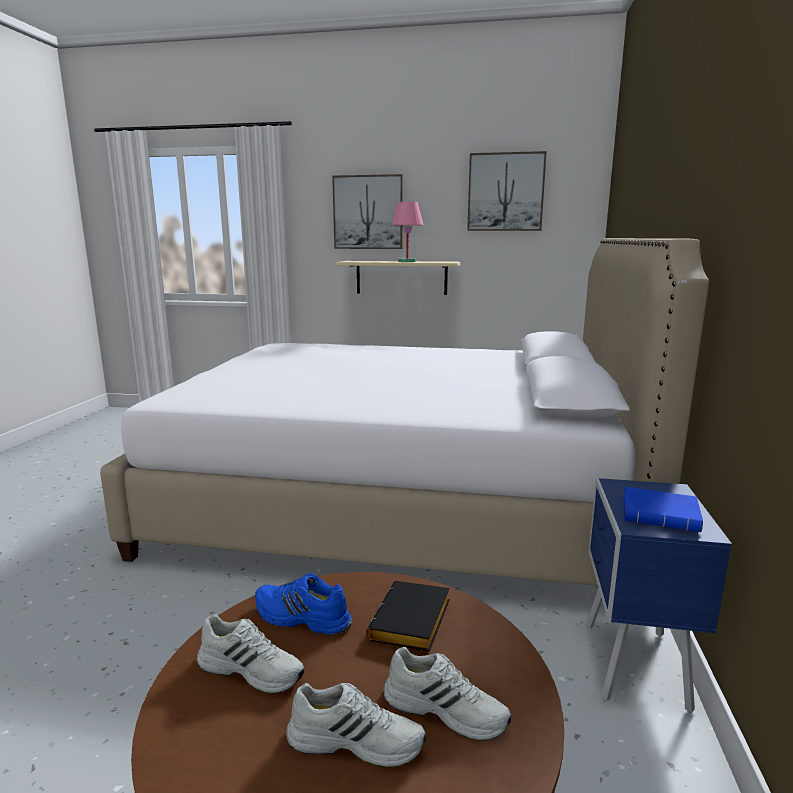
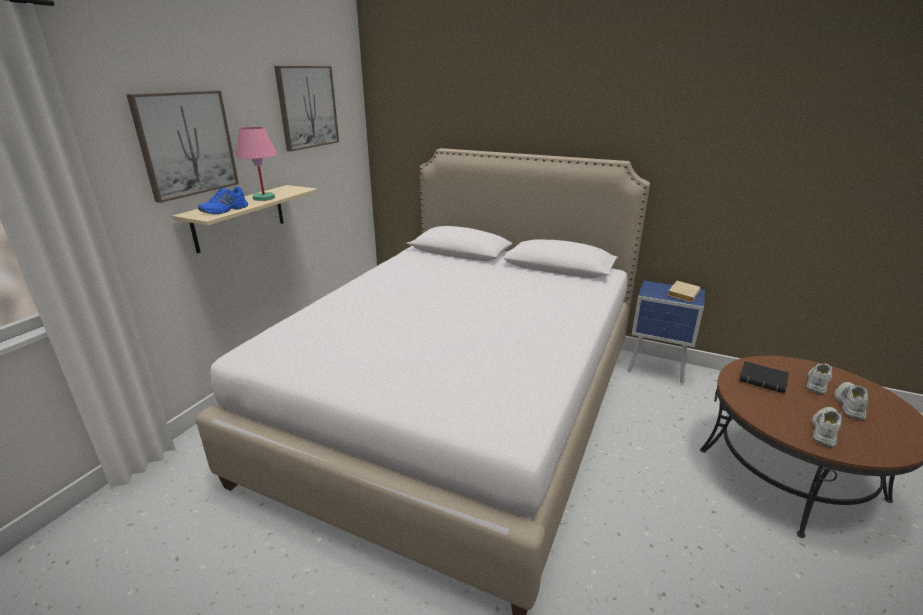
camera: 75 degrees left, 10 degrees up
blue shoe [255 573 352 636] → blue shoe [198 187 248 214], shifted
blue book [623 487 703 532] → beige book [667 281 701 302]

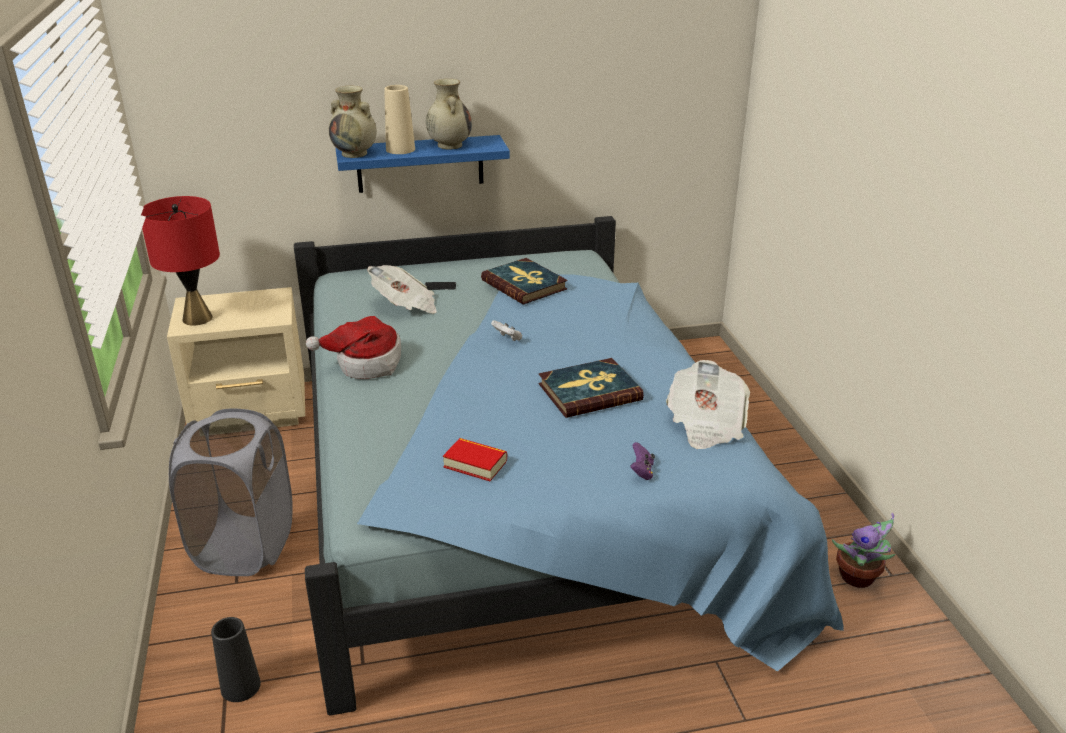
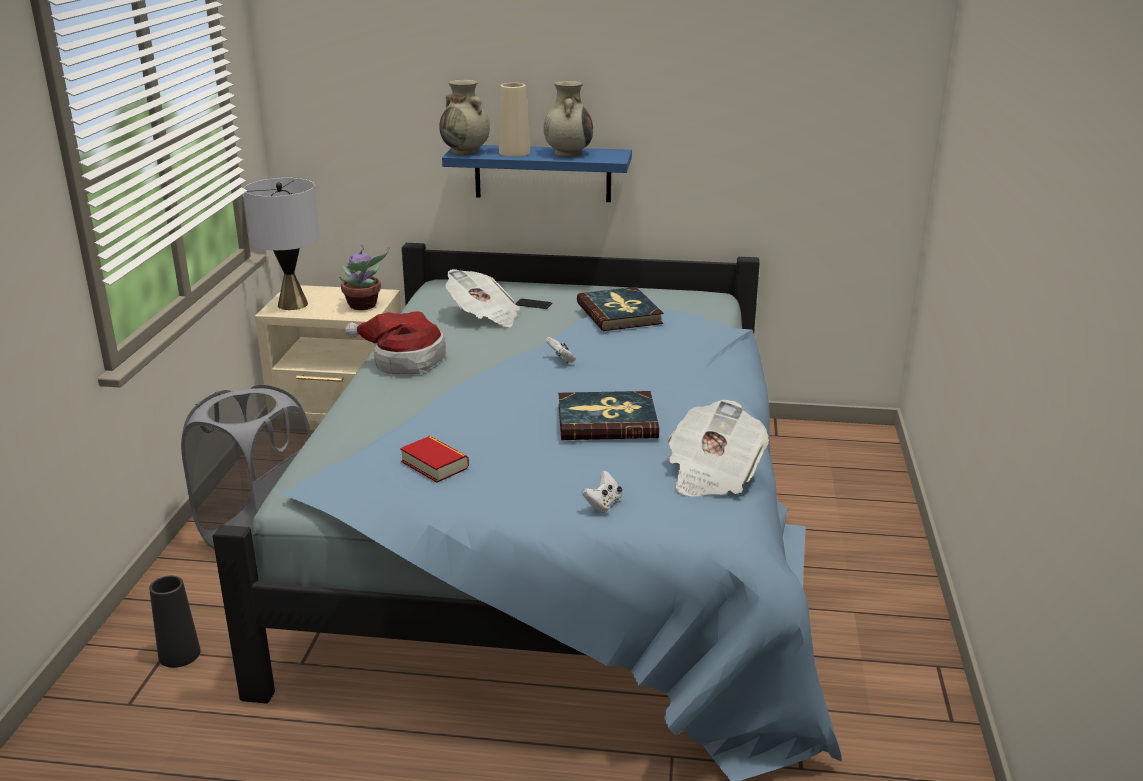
camera: 20 degrees right, 5 degrees down
potted plant [832 513 895 588] → potted plant [339 245 390 310], shifted
red table lamp [141 196 220 326] → grey table lamp [243 178 320 310]
purple game controller [630 442 655 480] → white game controller [582 470 622 513]

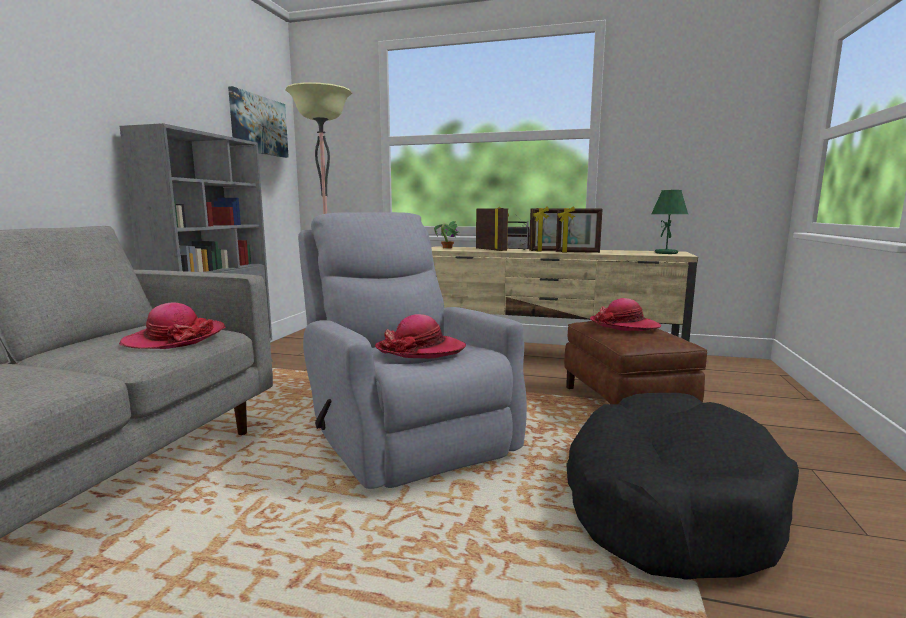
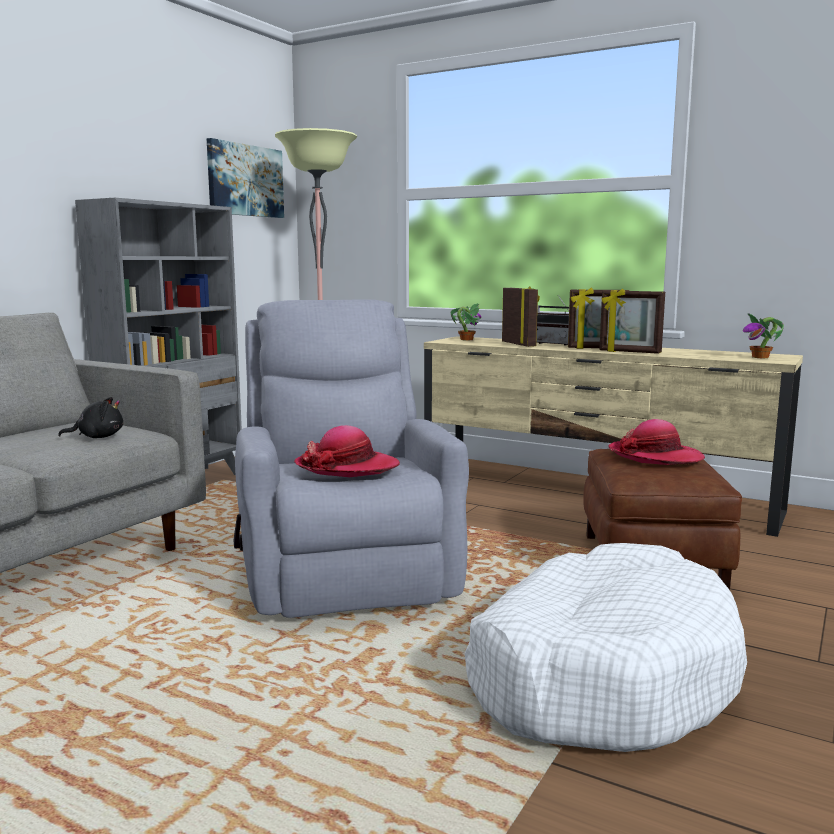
camera: 15 degrees right, 0 degrees up
hat [119 303 226 349] → black plush toy [58 397 123 438]
green table lamp [651 190 688 254] → potted plant [743 313 784 358]
black dog bed [566 393 799 580] → white dog bed [465 543 747 752]

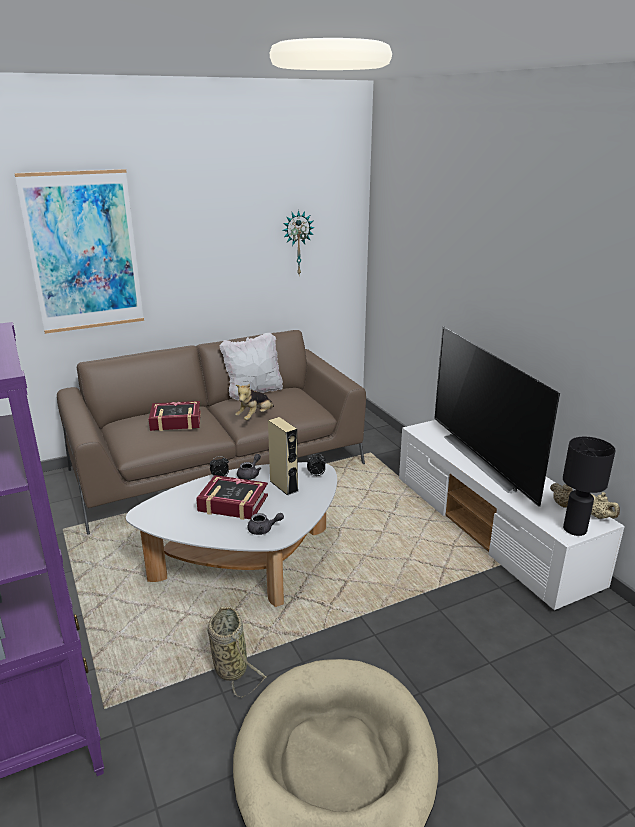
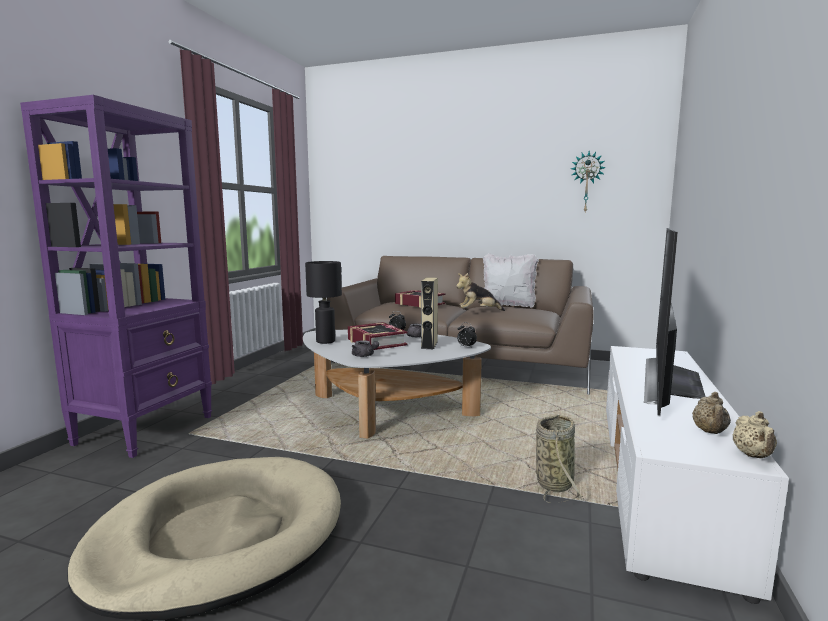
camera: 45 degrees right, 15 degrees down
picture [14 169 144 334] → -
basket [207 606 267 697] → basket [536 415 583 503], shifted
black table lamp [563 437 616 536] → black table lamp [305 261 342 344], shifted

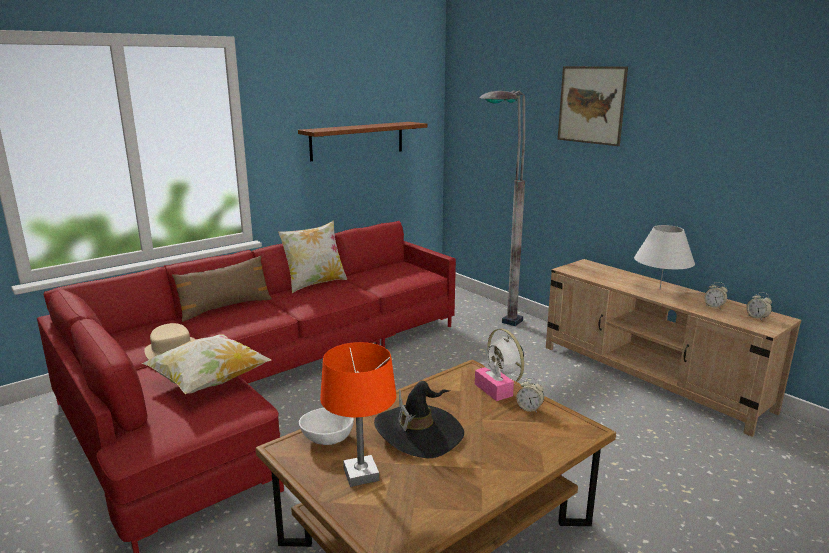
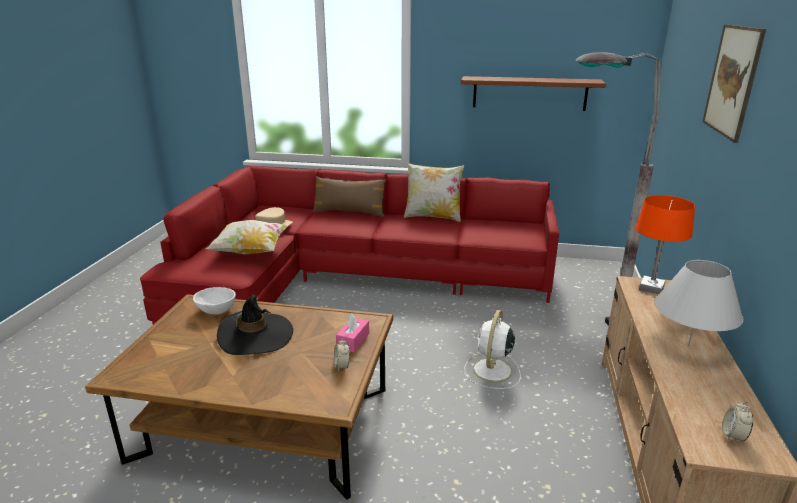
camera: 50 degrees right, 5 degrees up
alarm clock [704 282 728 309] → -
orange table lamp [320 342 396 487] → orange table lamp [636 195 695 294], shifted

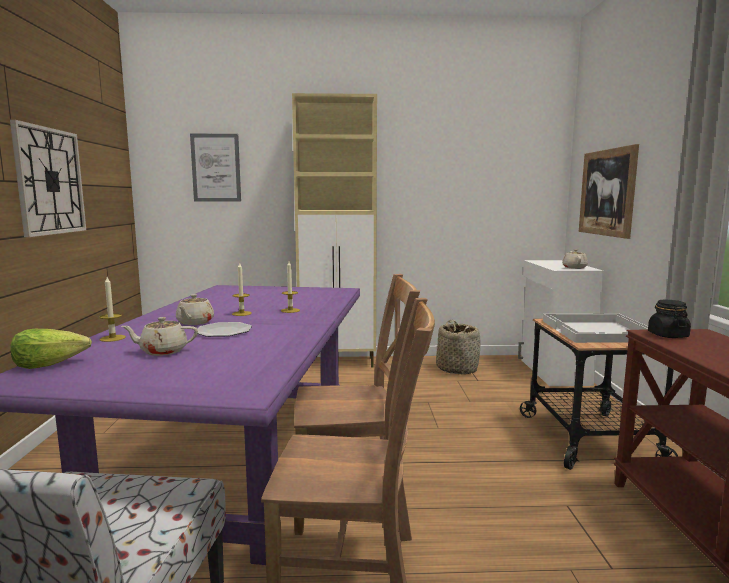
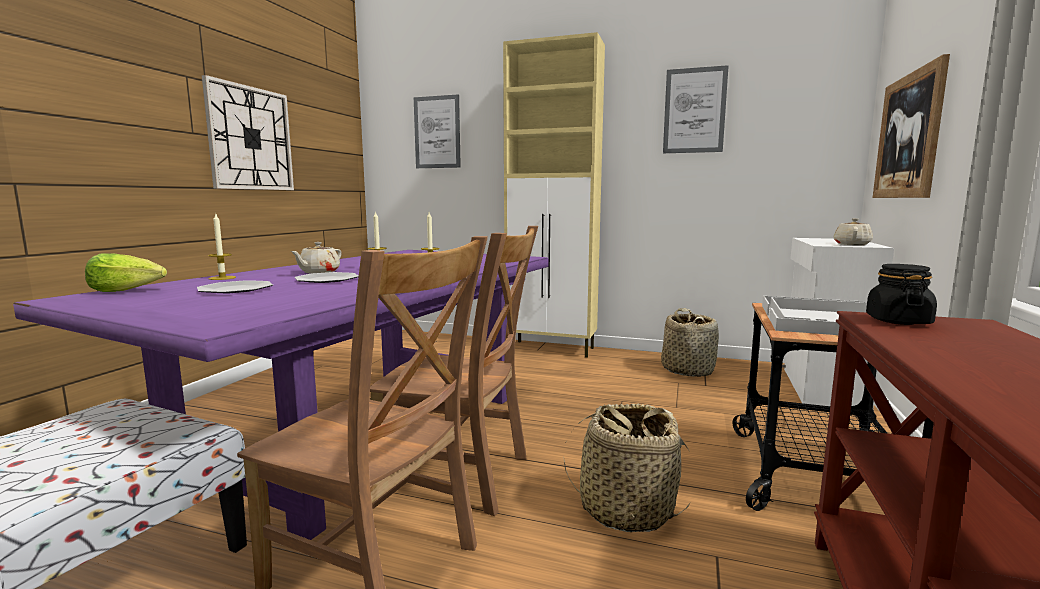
camera: 20 degrees right, 0 degrees up
- → basket [563 404 691 533]
- → picture [663 65 729 153]
beige teapot [121 317 198 356] → plate [197 280 273 293]

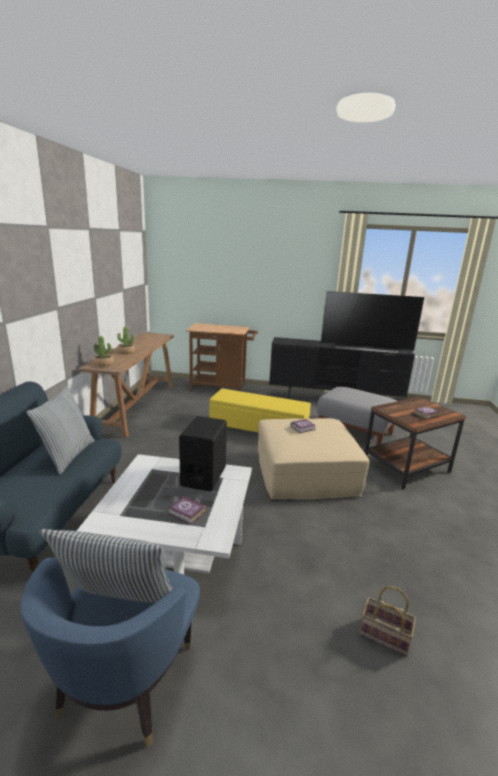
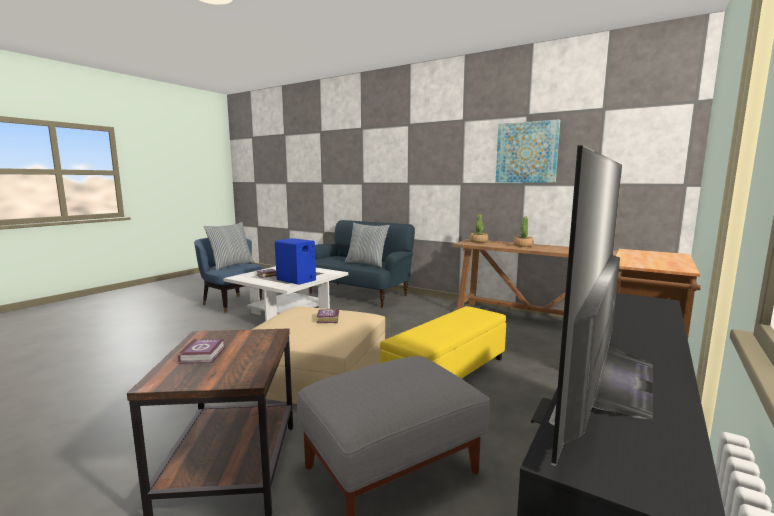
camera: 115 degrees right, 10 degrees down
basket [360 586 416 656] → -
- → picture [496 119 560 183]
black speaker [179 416 227 492] → blue speaker [275 238 316 285]

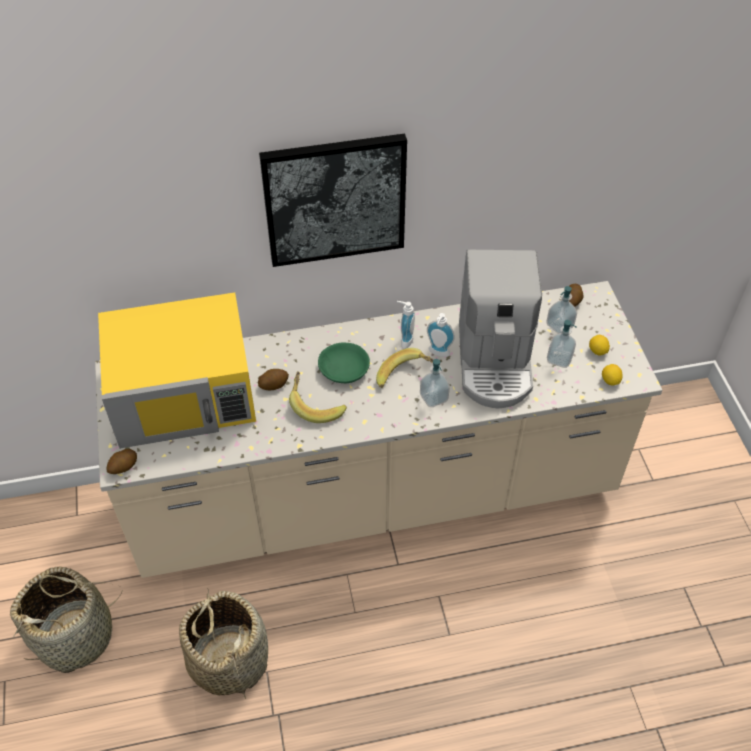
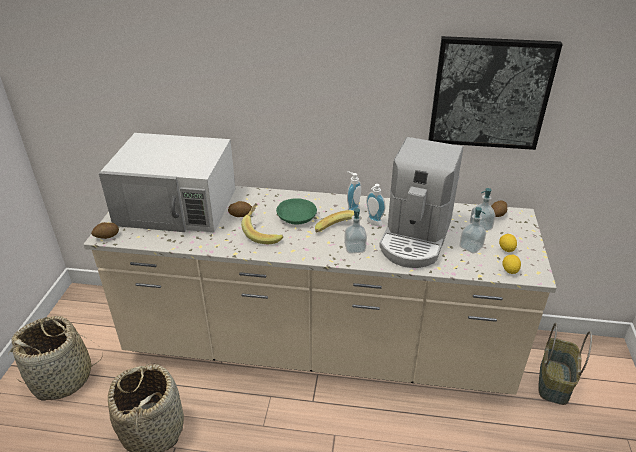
camera: 20 degrees right, 15 degrees down
- → basket [538 323 592 405]
picture [259 133 407 267] → picture [428 36 563 150], shifted
yellow microwave [98 292 256 449] → white microwave [99 133 235 232]

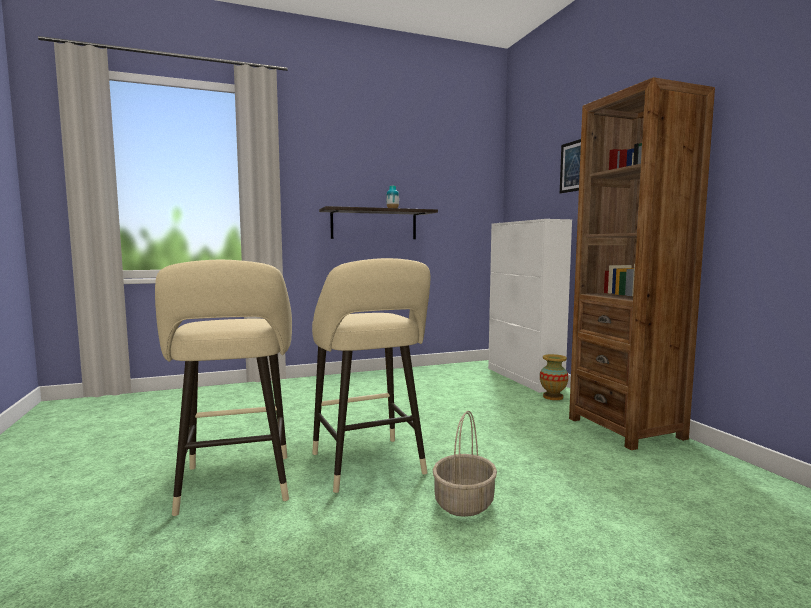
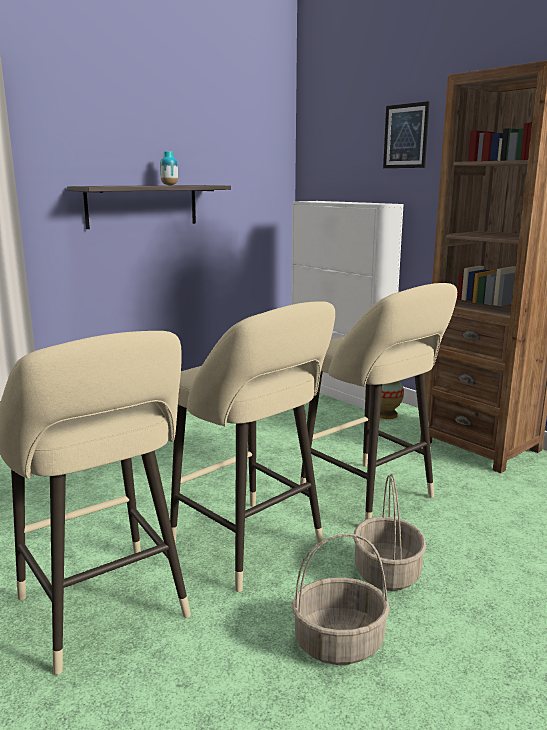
camera: 20 degrees left, 10 degrees up
- → basket [292 533 390 665]
- → beige stool [300 283 457 520]

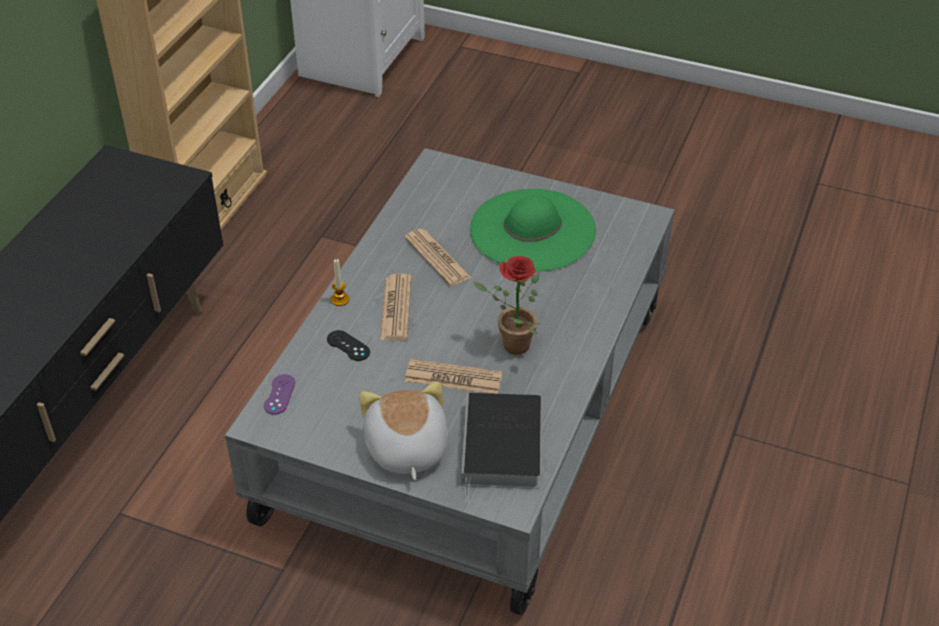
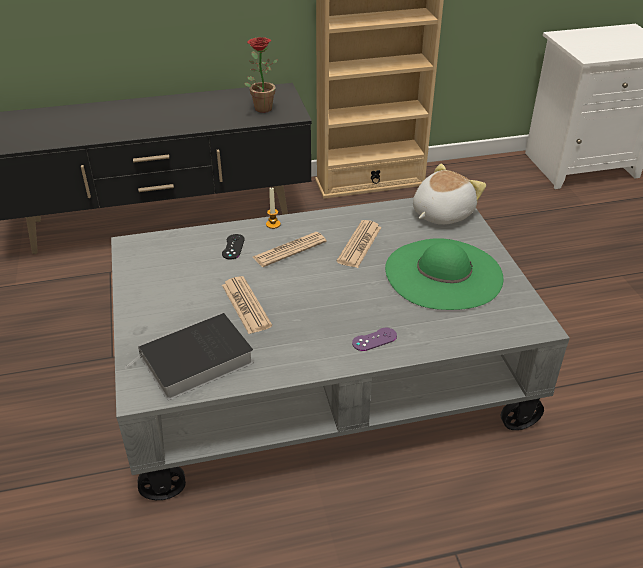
camera: 55 degrees right, 5 degrees down
purple game controller [264 374 295 415] → purple game controller [352 328 397 351], shifted
plush toy [359 381 449 480] → plush toy [413 164 486 225], shifted
potted plant [474 256 540 355] → potted plant [245 37 277 113], shifted

